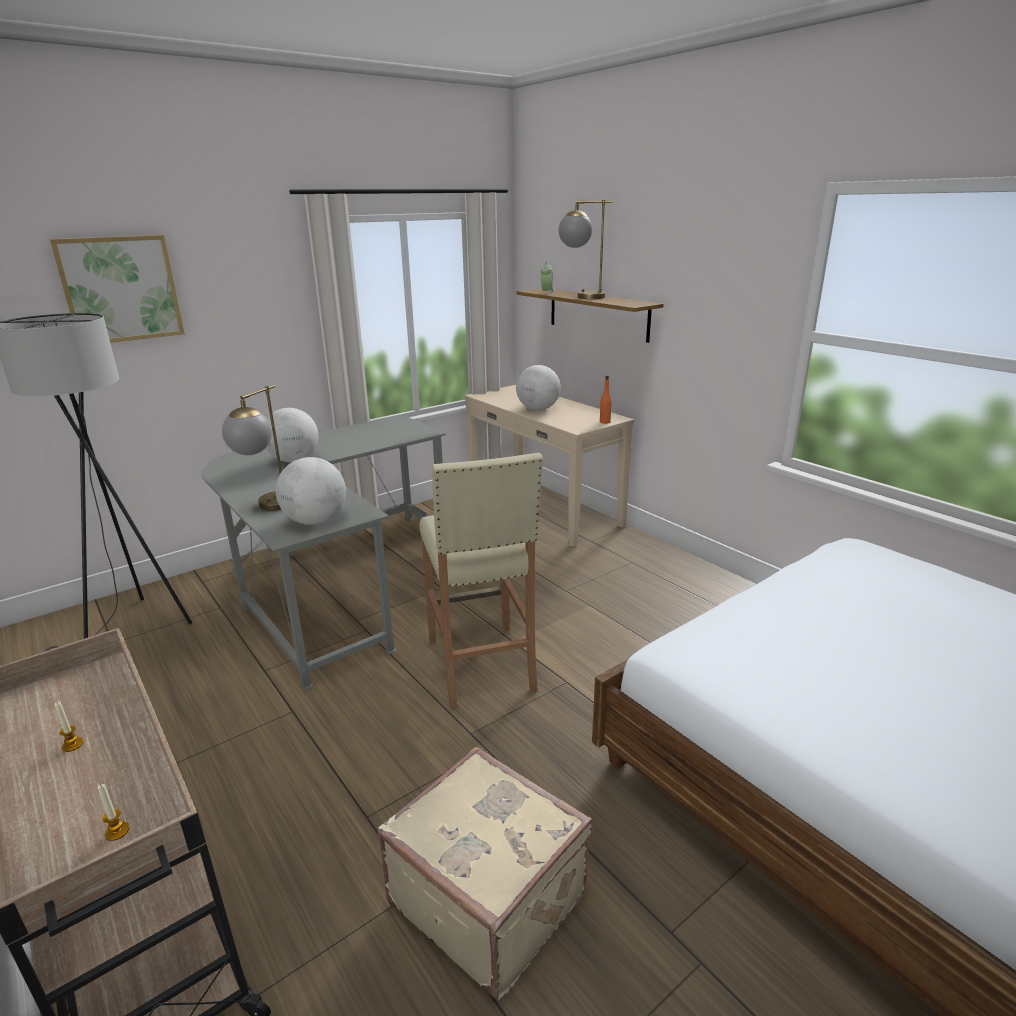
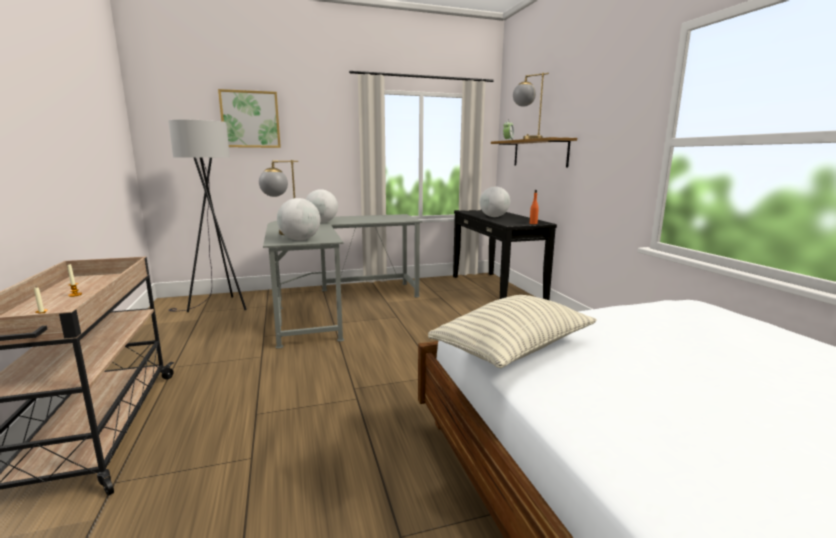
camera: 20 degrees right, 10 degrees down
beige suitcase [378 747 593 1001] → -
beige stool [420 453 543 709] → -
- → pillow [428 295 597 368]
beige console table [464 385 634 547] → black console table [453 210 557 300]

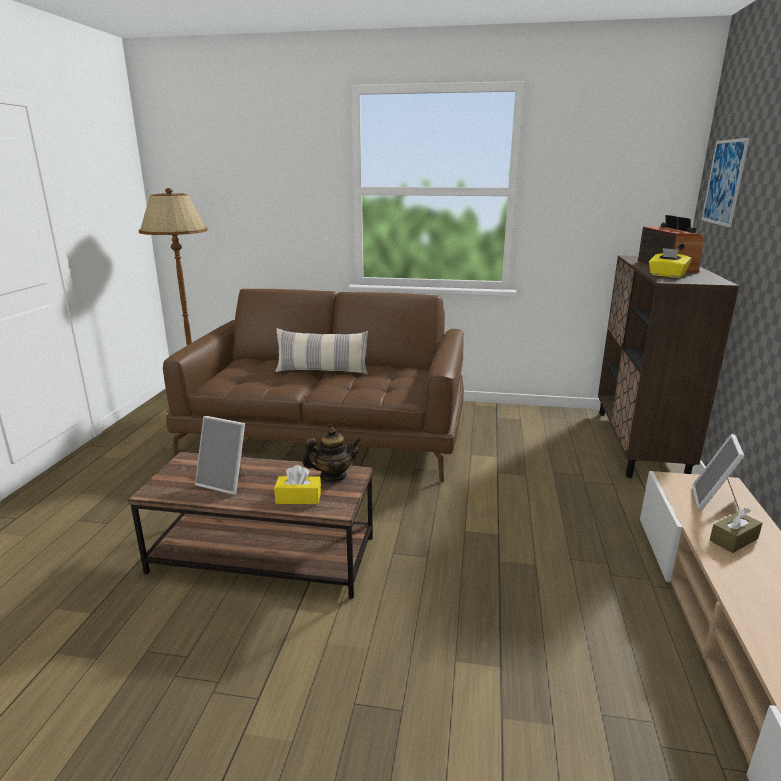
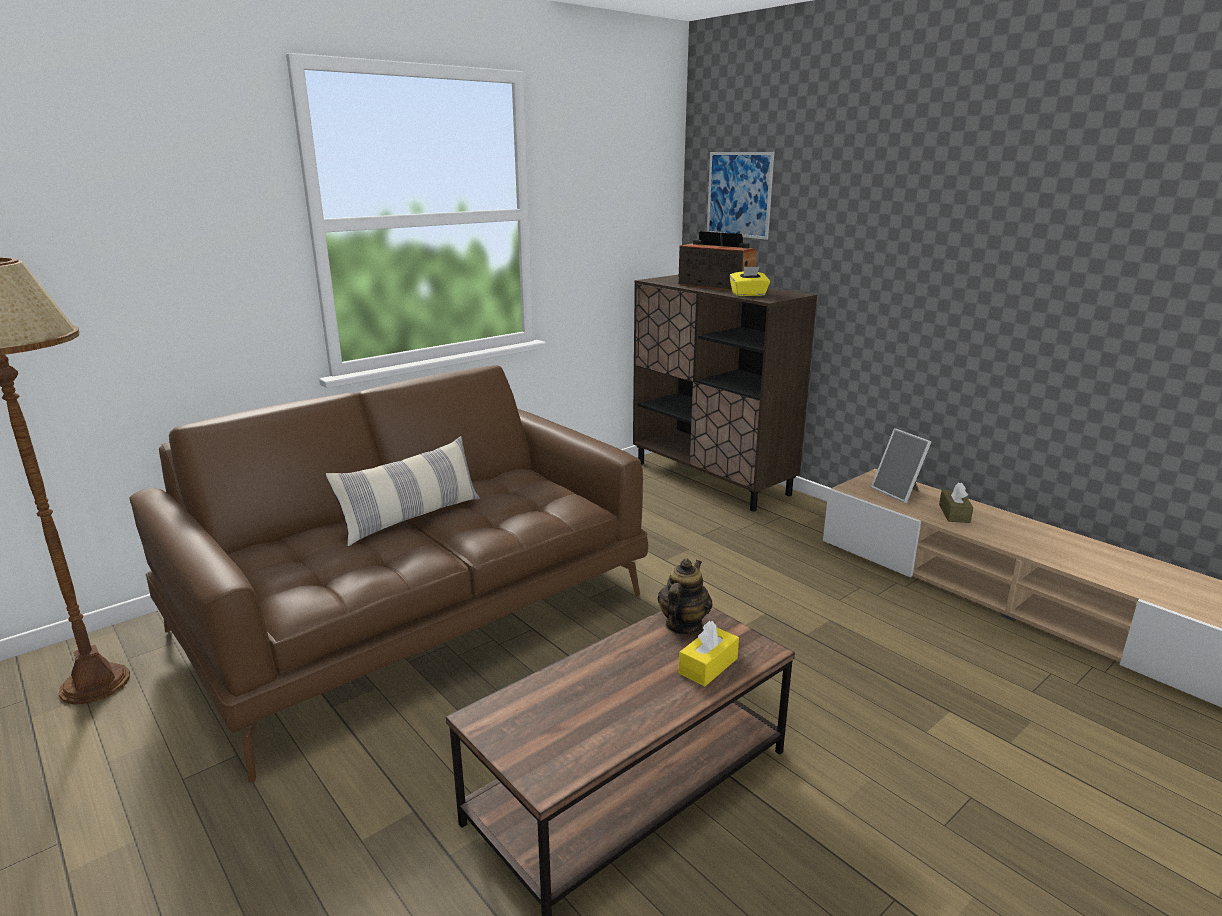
camera: 50 degrees left, 0 degrees up
picture frame [195 416 247 495] → -

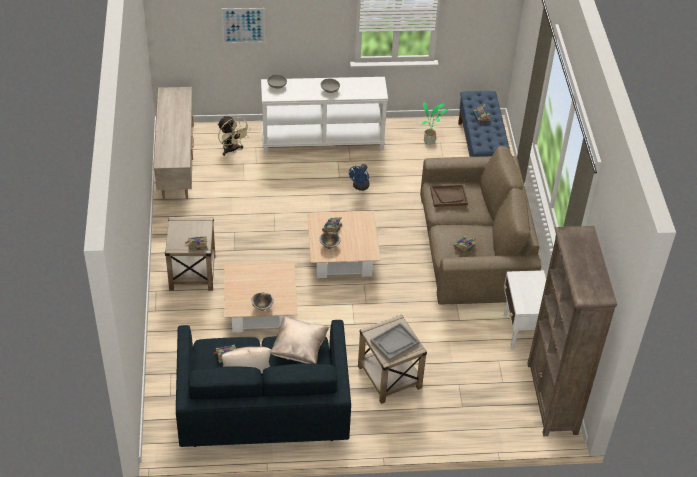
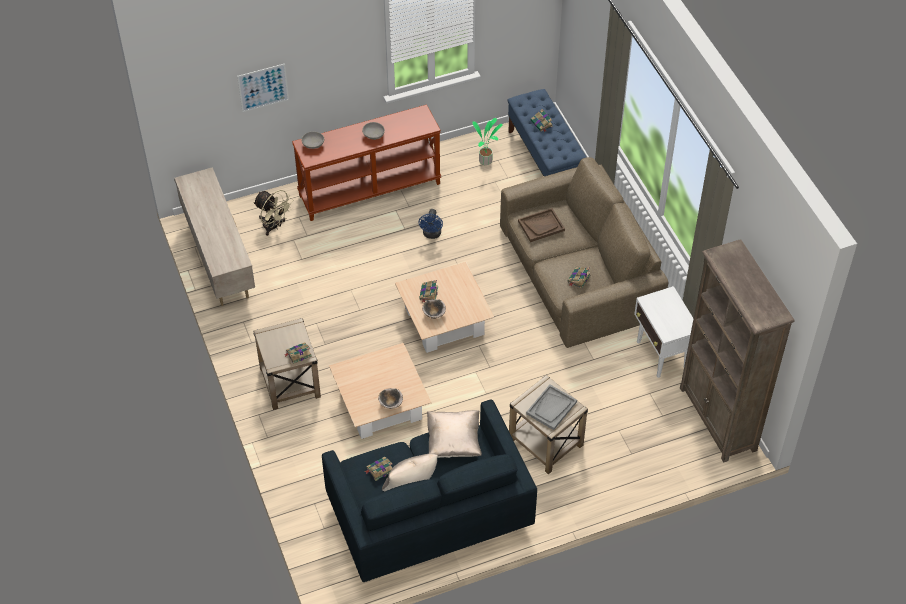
camera: 15 degrees left, 5 degrees up
white console table [261 77 388 153] → brown console table [292 104 441 221]

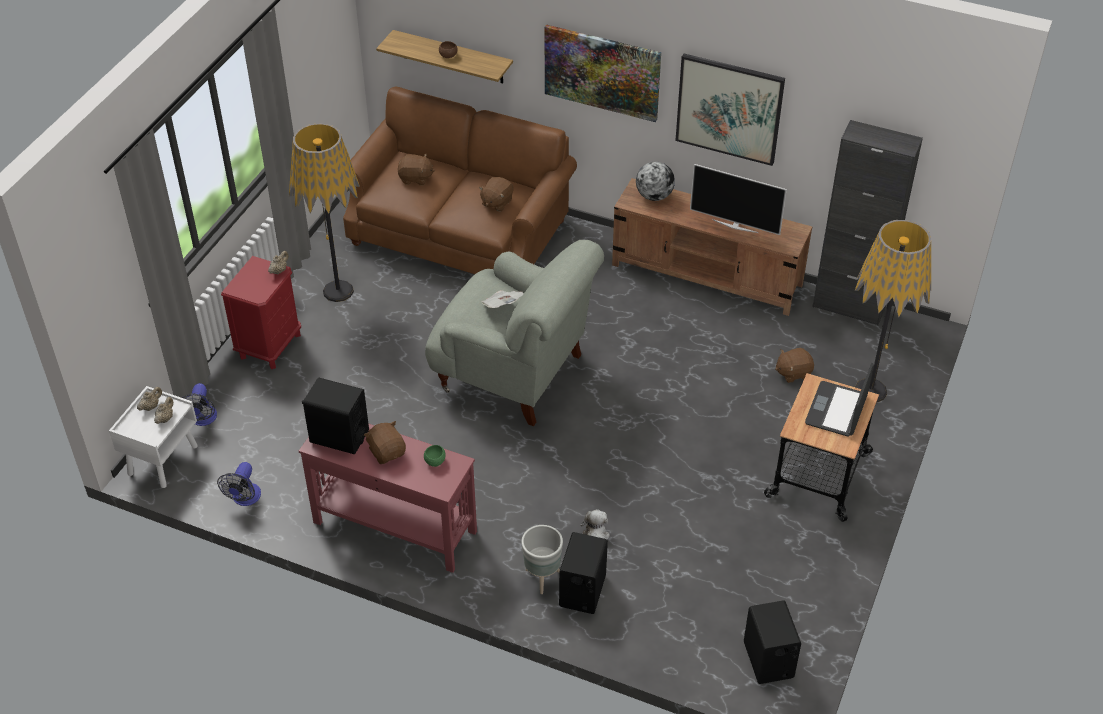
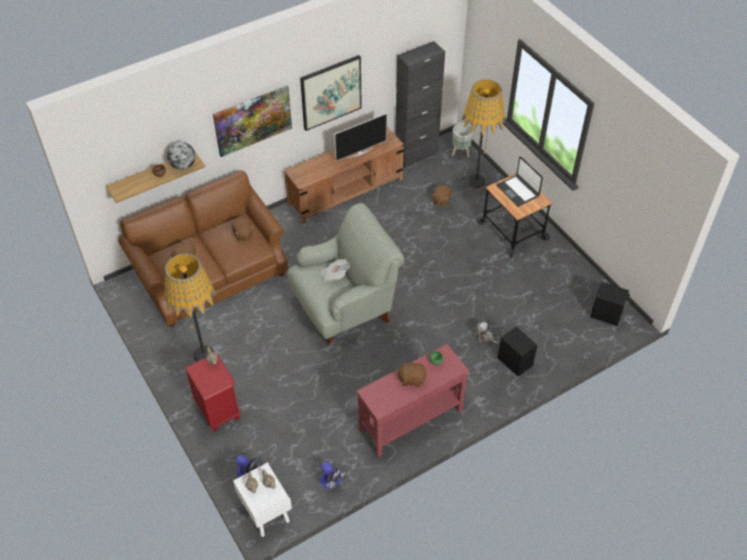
camera: 55 degrees left, 5 degrees up
black speaker [302 377 369 454] → -
grey planter [521 525 563 594] → grey planter [452 123 473 157], shifted
globe [636 162 675 201] → globe [167 142 196 170], shifted

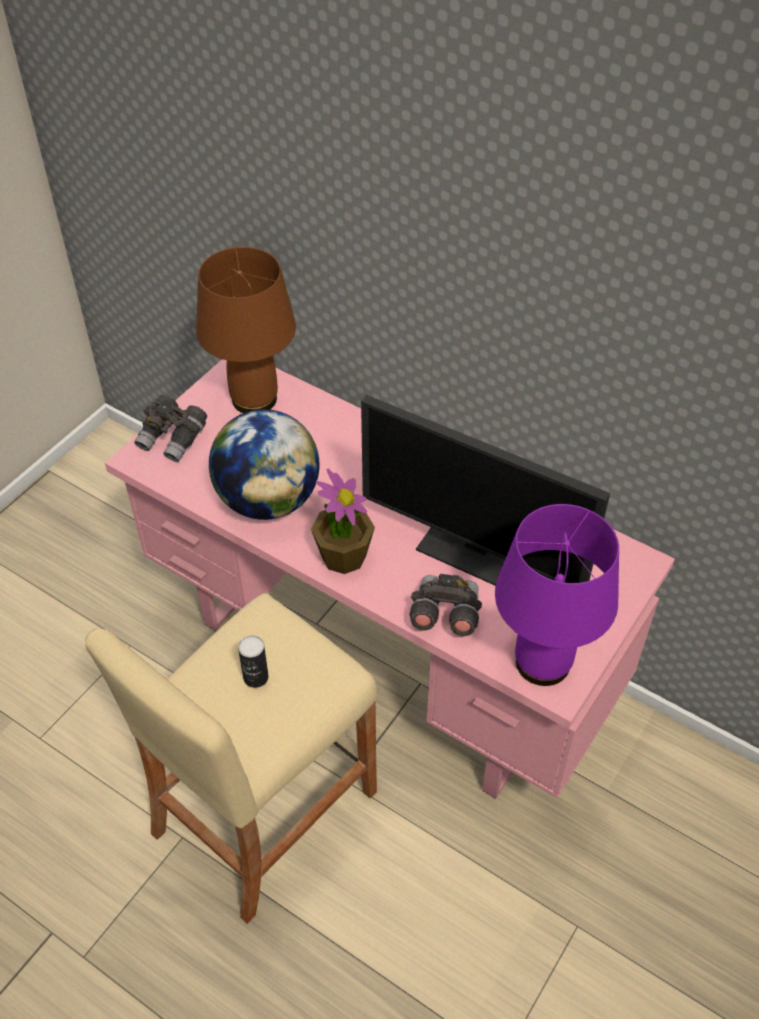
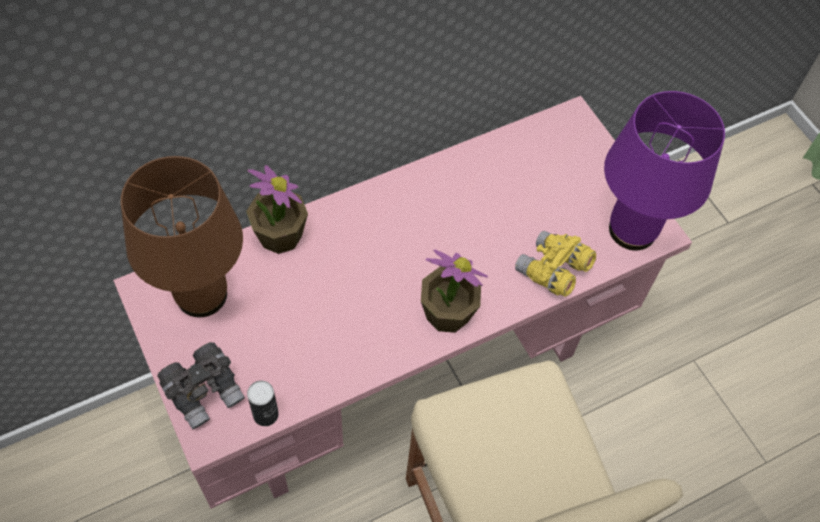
camera: 65 degrees left, 10 degrees up
globe [209 409 320 520] → -
monitor [361 395 610 586] → -
- → potted plant [246 165 308 254]
can [238 635 268 688] → can [247 381 279 426], shifted
grey binoculars [409 574 482 636] → yellow binoculars [515 231 596 296]

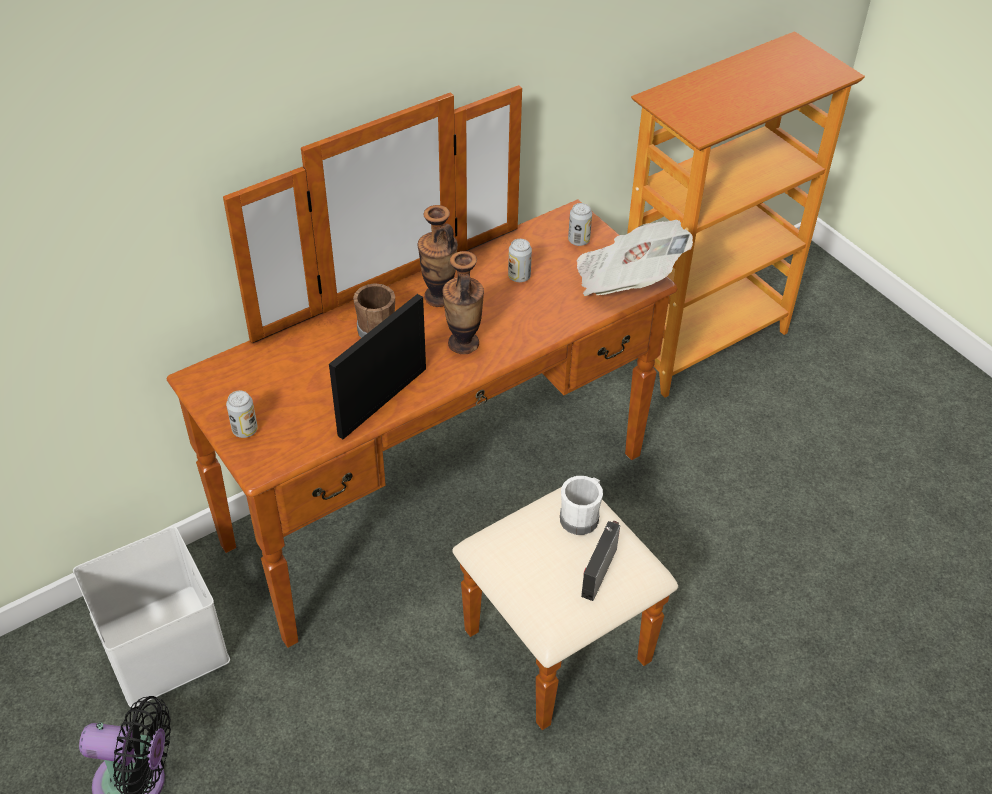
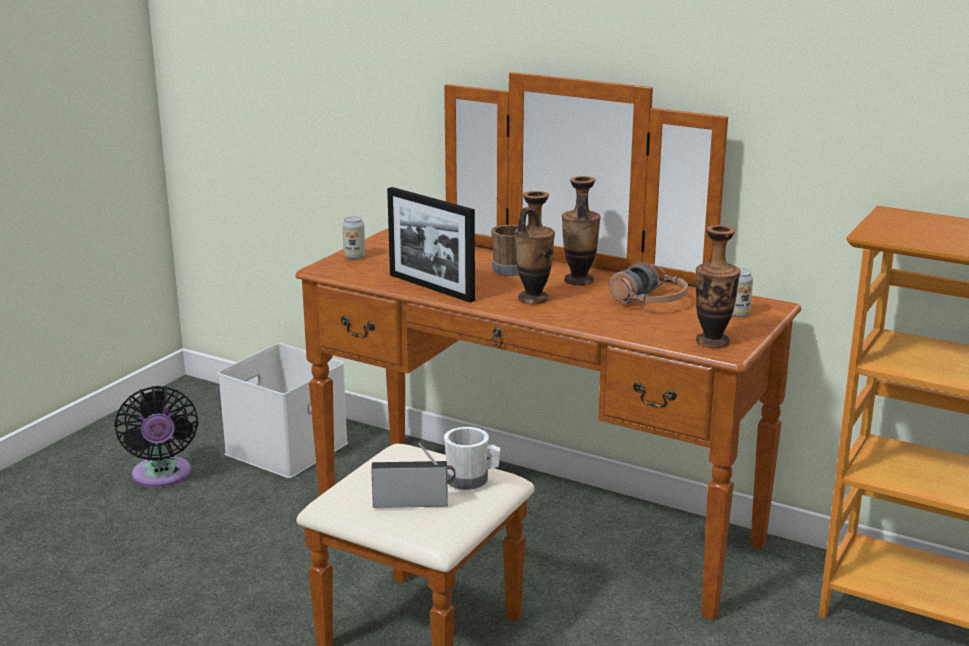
camera: 65 degrees right, 25 degrees down
can [508 239 532 282] → headphones [609 262 688 304]
newspaper [577 220 693 296] → vase [696 225 740 348]
picture frame [329 294 426 439] → picture frame [387 187 475 303], 150 degrees counterclockwise

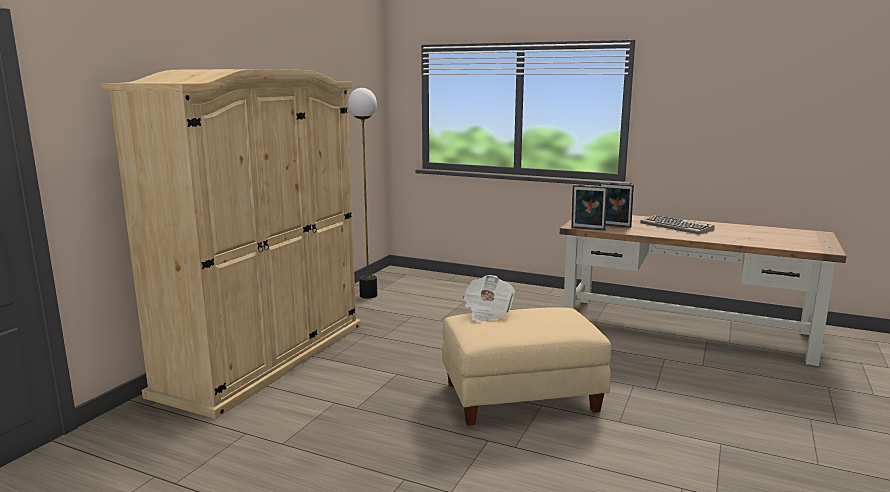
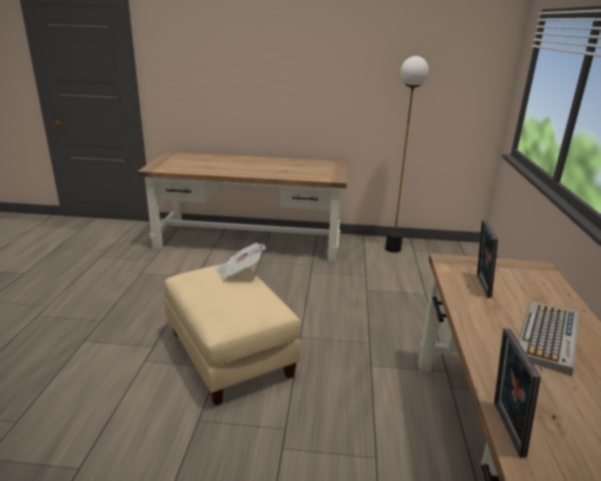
camera: 70 degrees right, 10 degrees up
picture frame [571 185 607 231] → picture frame [494 328 541 458], shifted
beige wardrobe [101 69 361 419] → brown desk [137 152 347 262]

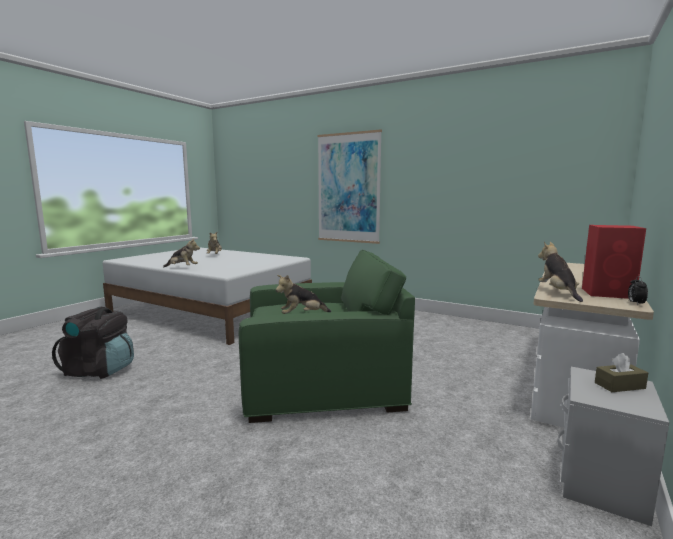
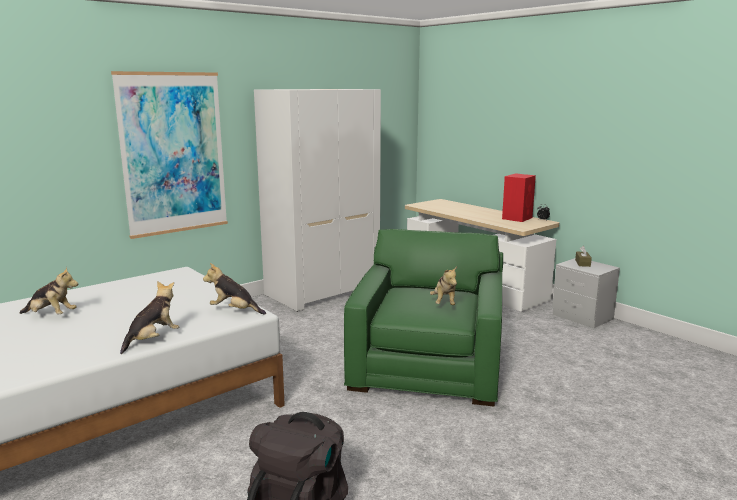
camera: 70 degrees left, 5 degrees up
- → white wardrobe [254 89 381 312]
plush toy [538 242 583 302] → plush toy [203 263 266 315], shifted

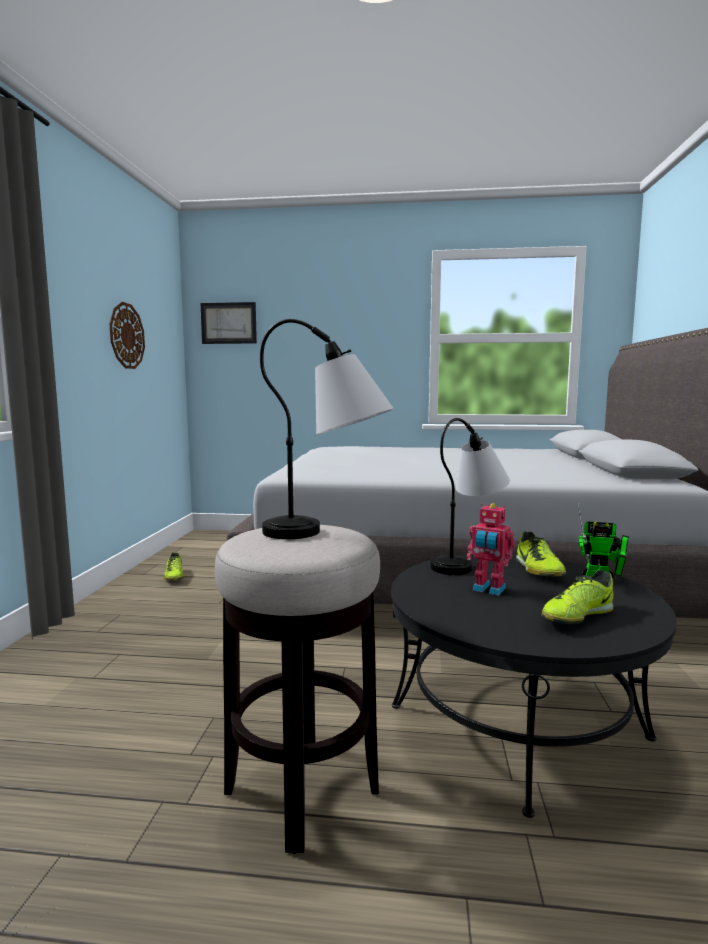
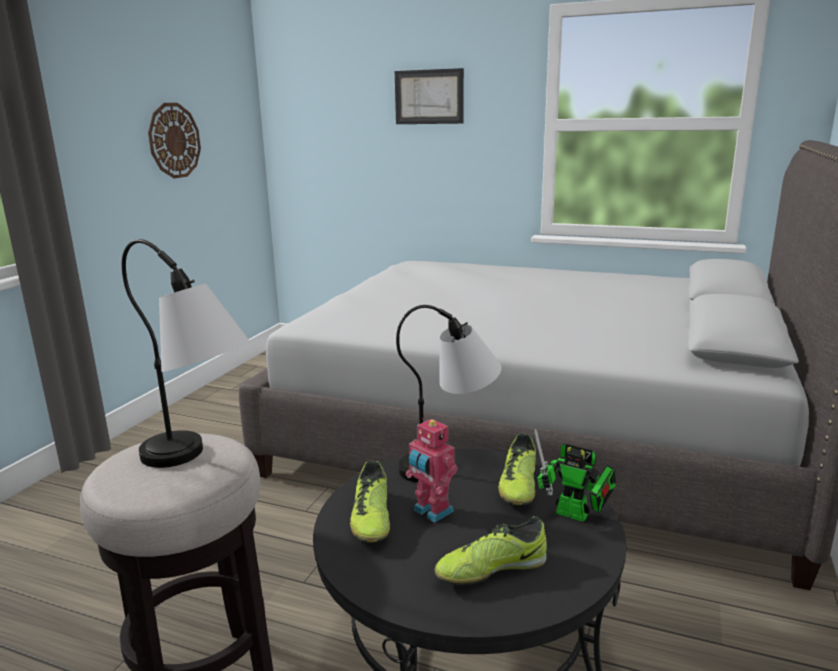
camera: 15 degrees right, 10 degrees up
shoe [164 553 184 581] → shoe [350 461 390 542], shifted
picture [200 302 257 344] → picture [395 68 464 124], shifted

